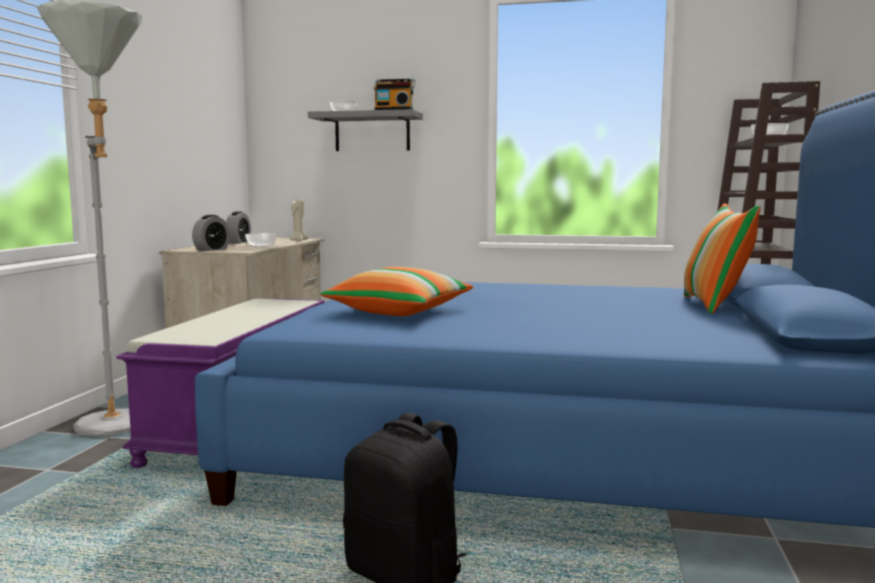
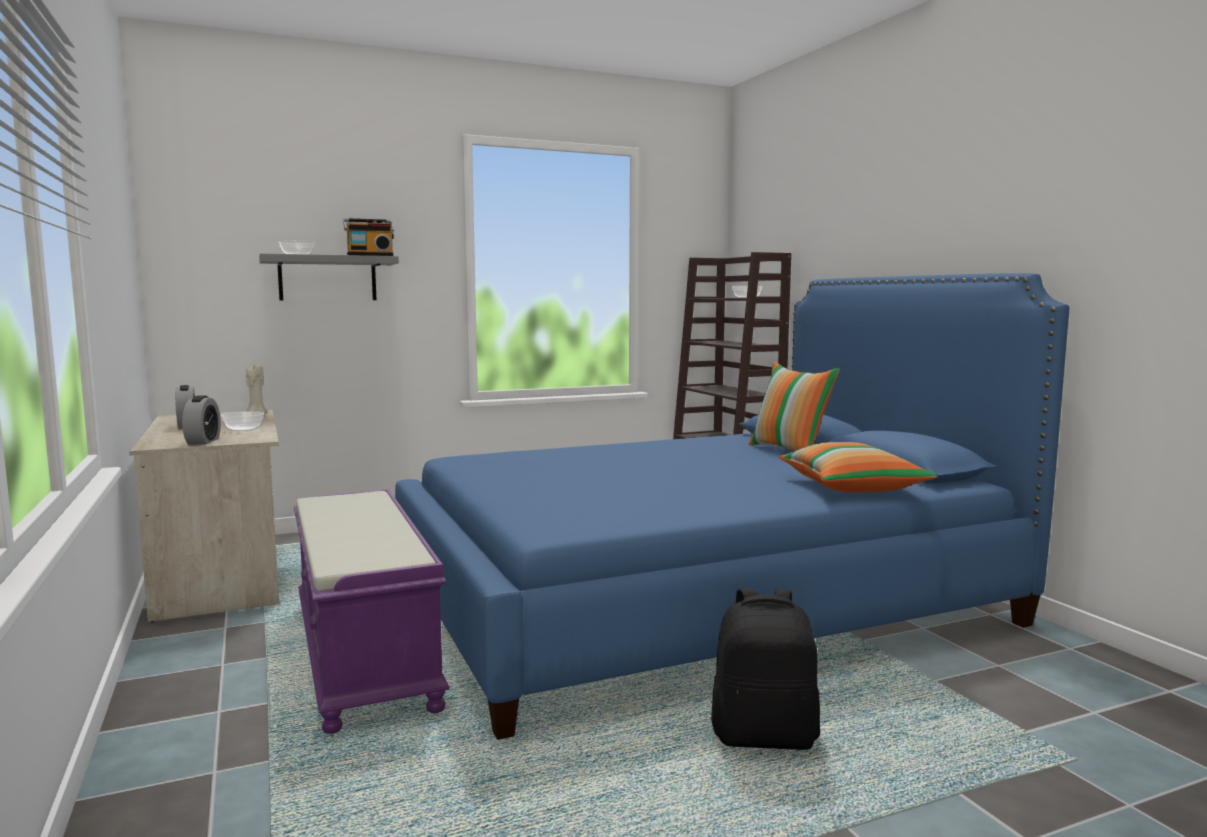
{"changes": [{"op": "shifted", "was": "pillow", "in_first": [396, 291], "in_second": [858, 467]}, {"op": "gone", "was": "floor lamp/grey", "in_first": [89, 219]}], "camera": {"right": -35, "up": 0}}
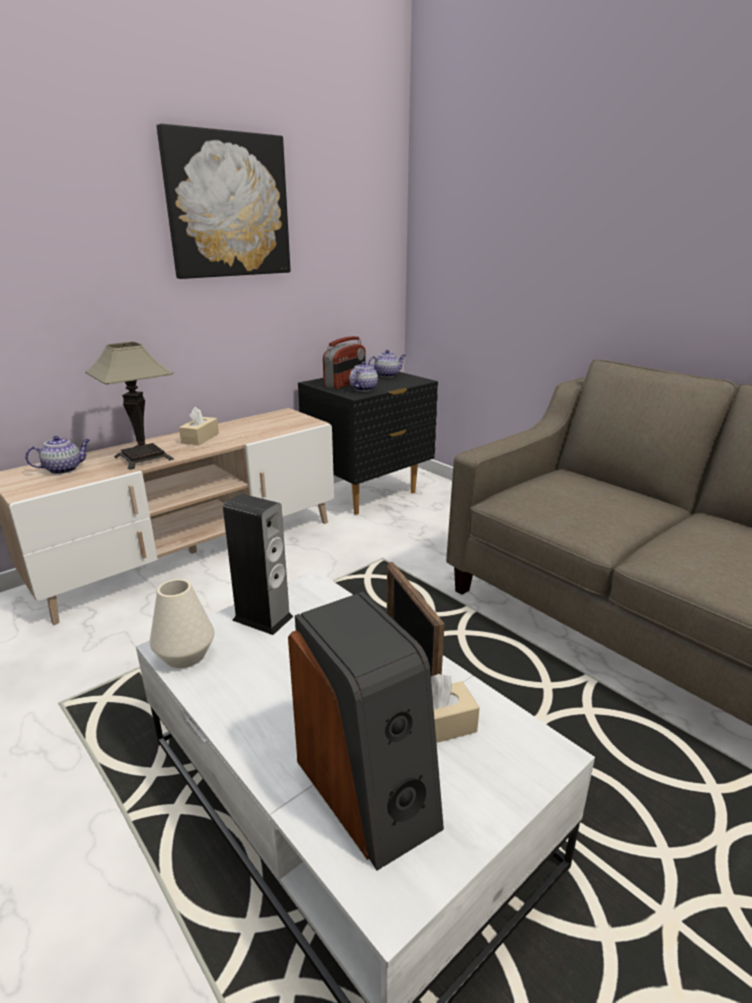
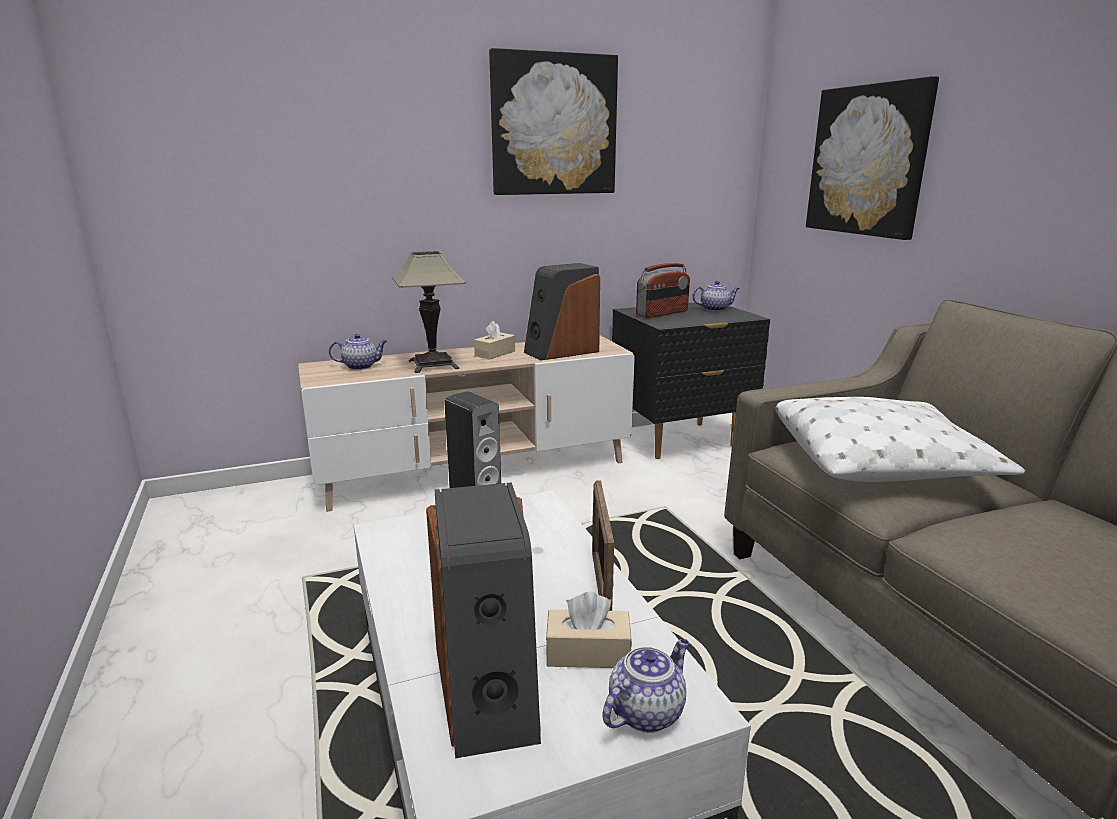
{"changes": [{"op": "new", "now": "speaker", "in_second": [562, 312]}, {"op": "shifted", "was": "teapot", "in_first": [363, 376], "in_second": [645, 686]}, {"op": "new", "now": "pillow/white", "in_second": [900, 439]}, {"op": "new", "now": "picture", "in_second": [872, 158]}, {"op": "gone", "was": "vase/white", "in_first": [182, 623]}], "camera": {"right": 20, "up": -5}}
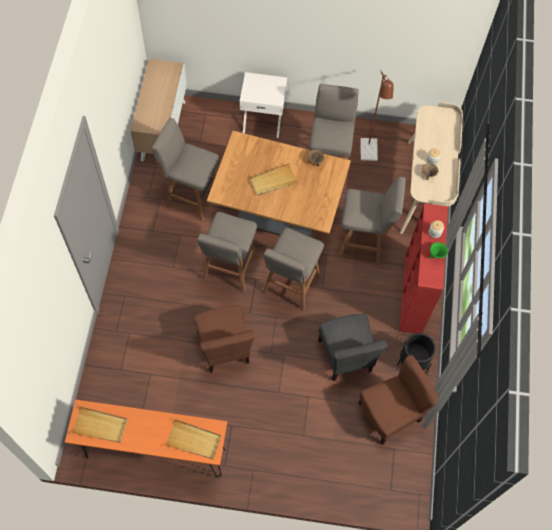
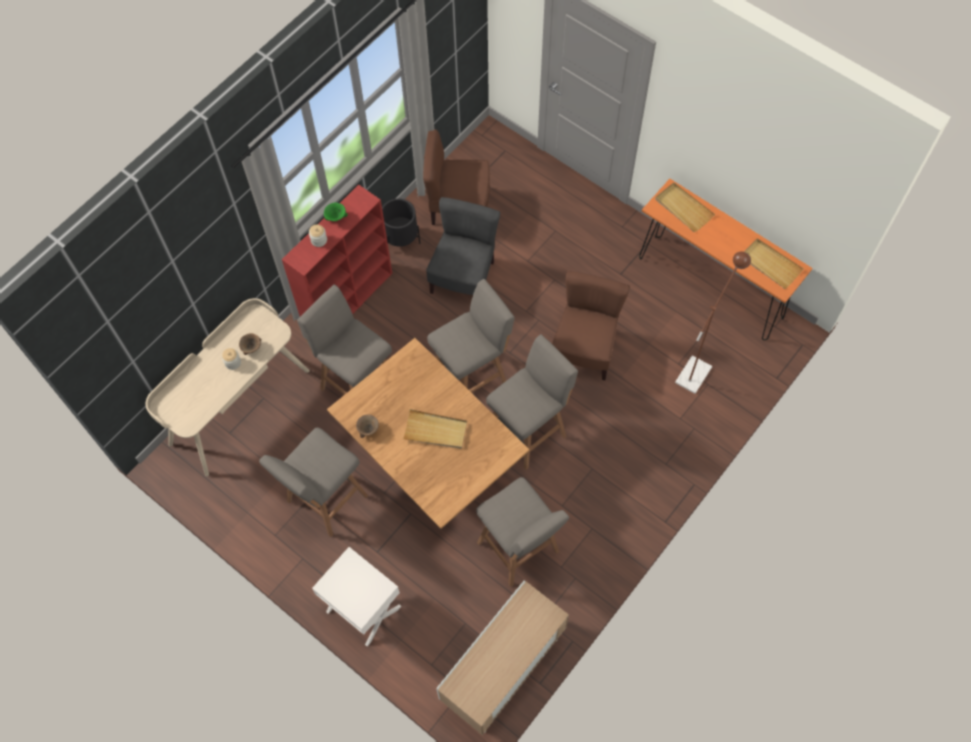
{"changes": [{"op": "shifted", "was": "floor lamp/brown", "in_first": [377, 115], "in_second": [713, 323]}], "camera": {"right": -145, "up": 0}}
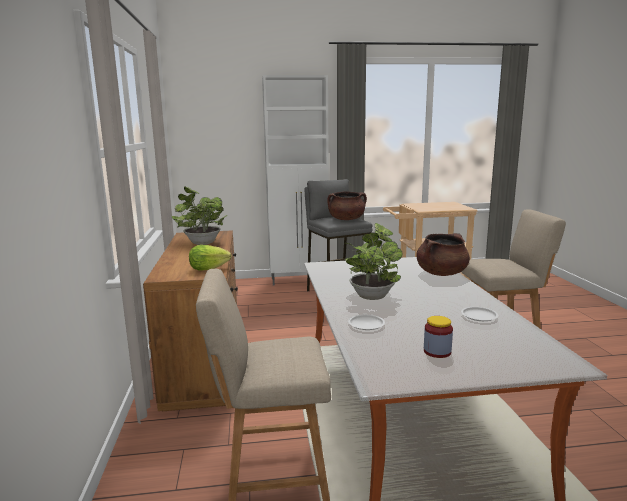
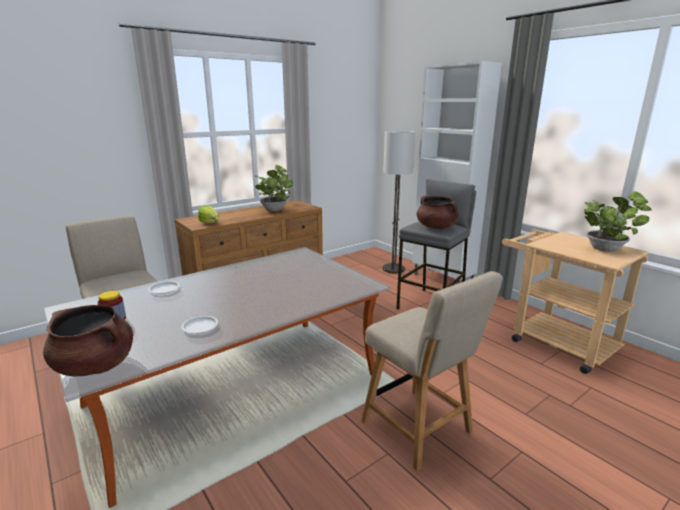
{"changes": [{"op": "shifted", "was": "cooking pot/brown", "in_first": [443, 254], "in_second": [88, 340]}, {"op": "new", "now": "floor lamp", "in_second": [398, 202]}, {"op": "shifted", "was": "potted plant", "in_first": [374, 261], "in_second": [618, 221]}], "camera": {"right": 60, "up": 5}}
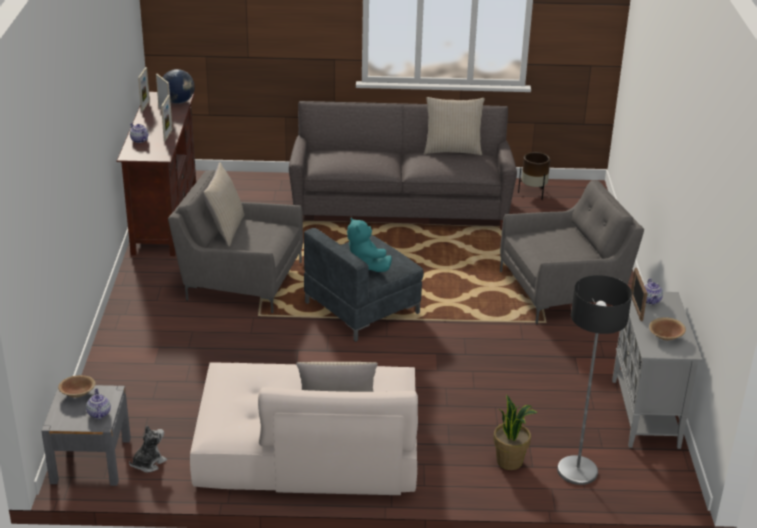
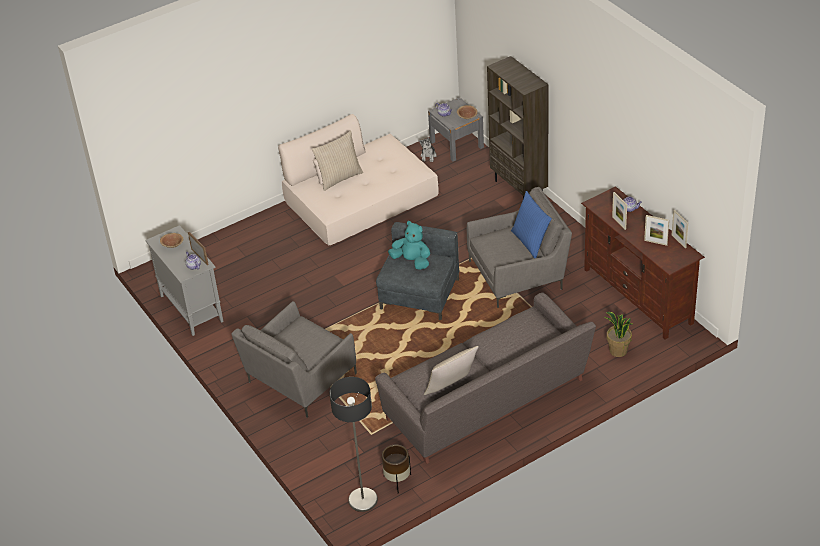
{"changes": [{"op": "shifted", "was": "floor lamp", "in_first": [594, 380], "in_second": [353, 444]}, {"op": "new", "now": "bookcase/brown", "in_second": [518, 127]}, {"op": "repainted", "was": "pillow/beige", "now": "pillow/blue", "in_first": [224, 204], "in_second": [531, 224]}, {"op": "shifted", "was": "potted plant", "in_first": [515, 432], "in_second": [618, 334]}, {"op": "gone", "was": "globe", "in_first": [179, 86]}], "camera": {"right": 150, "up": 10}}
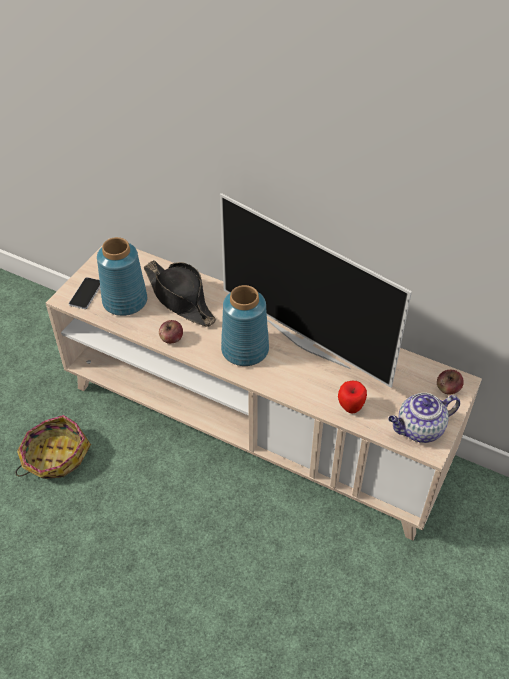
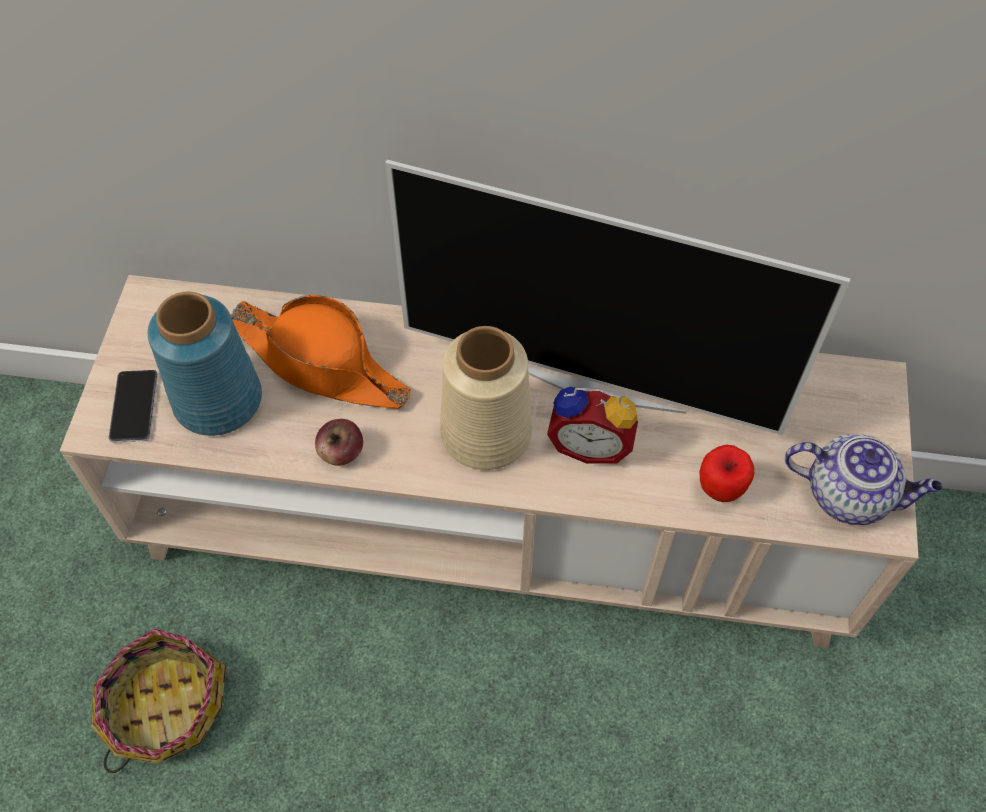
{"changes": [{"op": "repainted", "was": "hat/black", "now": "hat/orange", "in_first": [180, 293], "in_second": [321, 352]}, {"op": "repainted", "was": "vase/blue", "now": "vase/beige", "in_first": [245, 325], "in_second": [486, 398]}, {"op": "new", "now": "alarm clock", "in_second": [592, 425]}, {"op": "rotated", "was": "teapot", "in_first": [424, 418], "in_second": [864, 479], "clockwise": -120}, {"op": "gone", "was": "apple", "in_first": [450, 382]}], "camera": {"right": -20, "up": 10}}
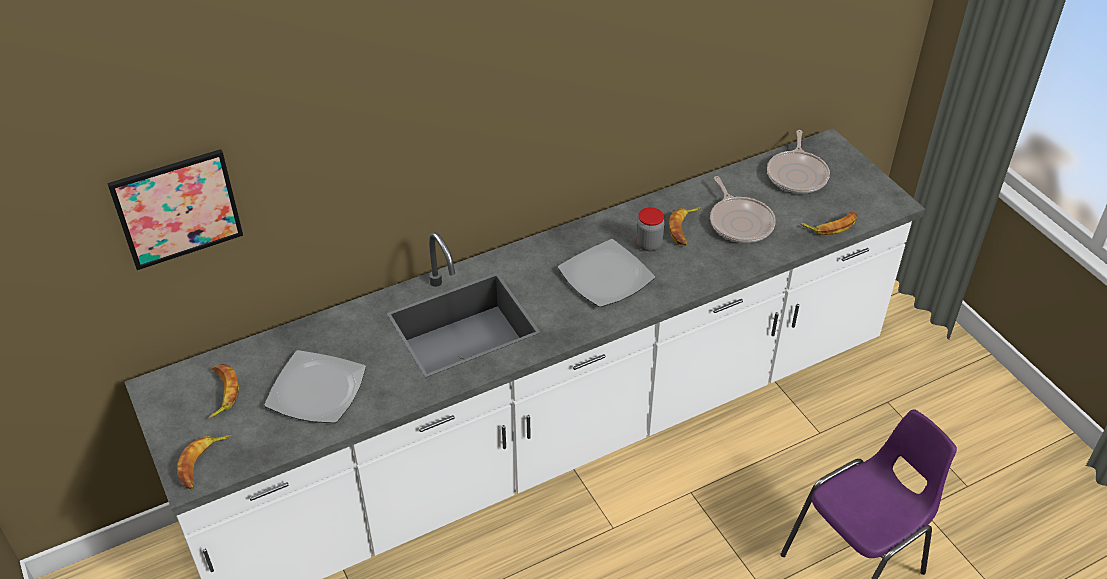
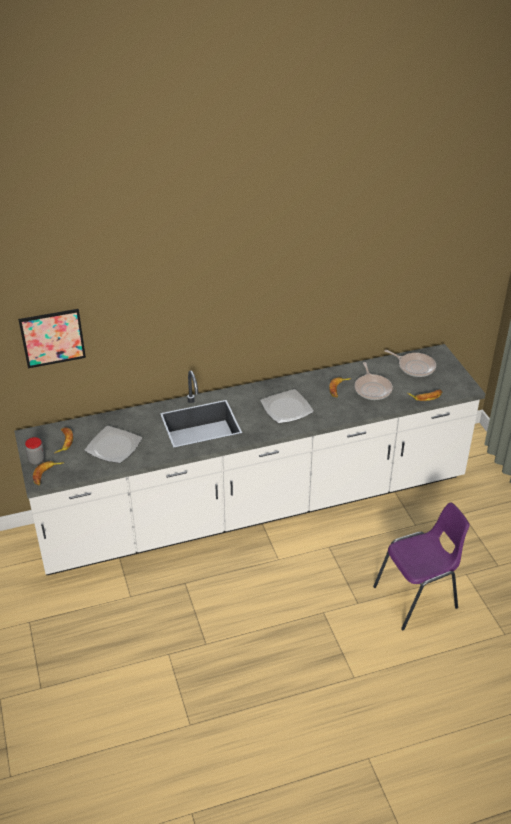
{"changes": [{"op": "shifted", "was": "jar", "in_first": [650, 229], "in_second": [35, 451]}, {"op": "rotated", "was": "frying pan", "in_first": [798, 162], "in_second": [410, 363], "clockwise": -75}], "camera": {"right": 10, "up": -5}}
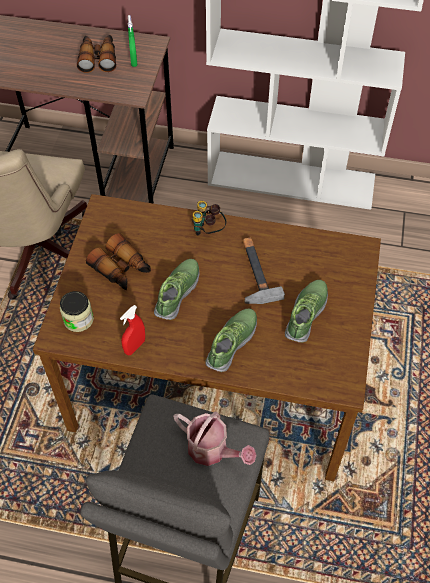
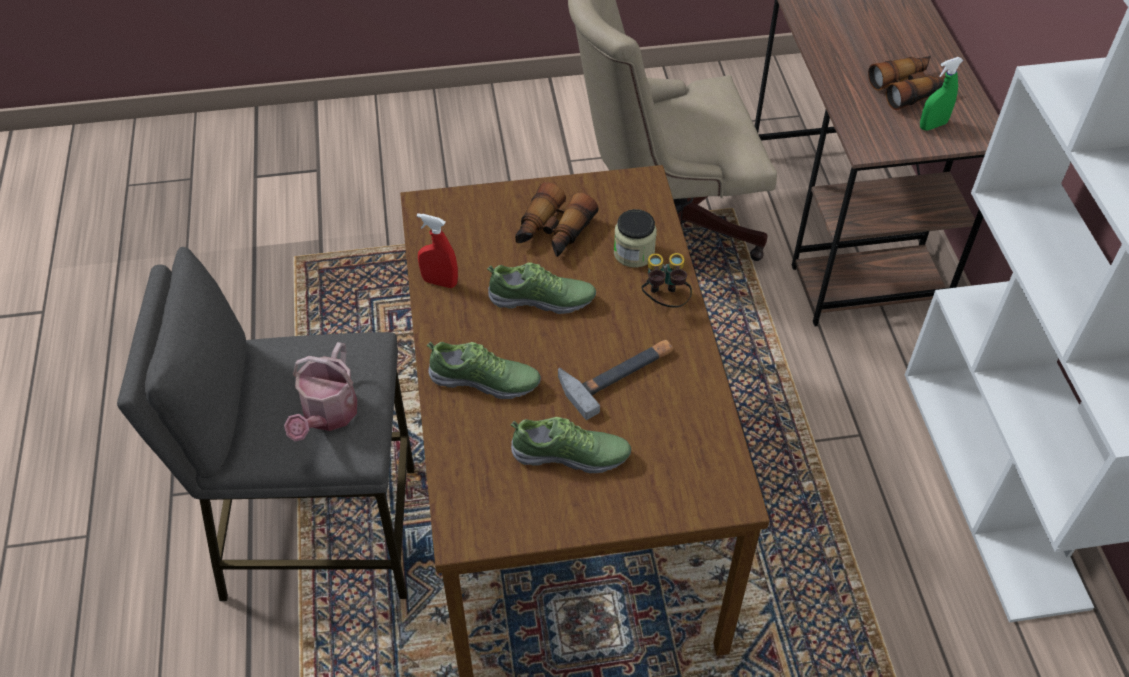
{"changes": [{"op": "shifted", "was": "jar", "in_first": [77, 311], "in_second": [635, 238]}], "camera": {"right": 70, "up": -5}}
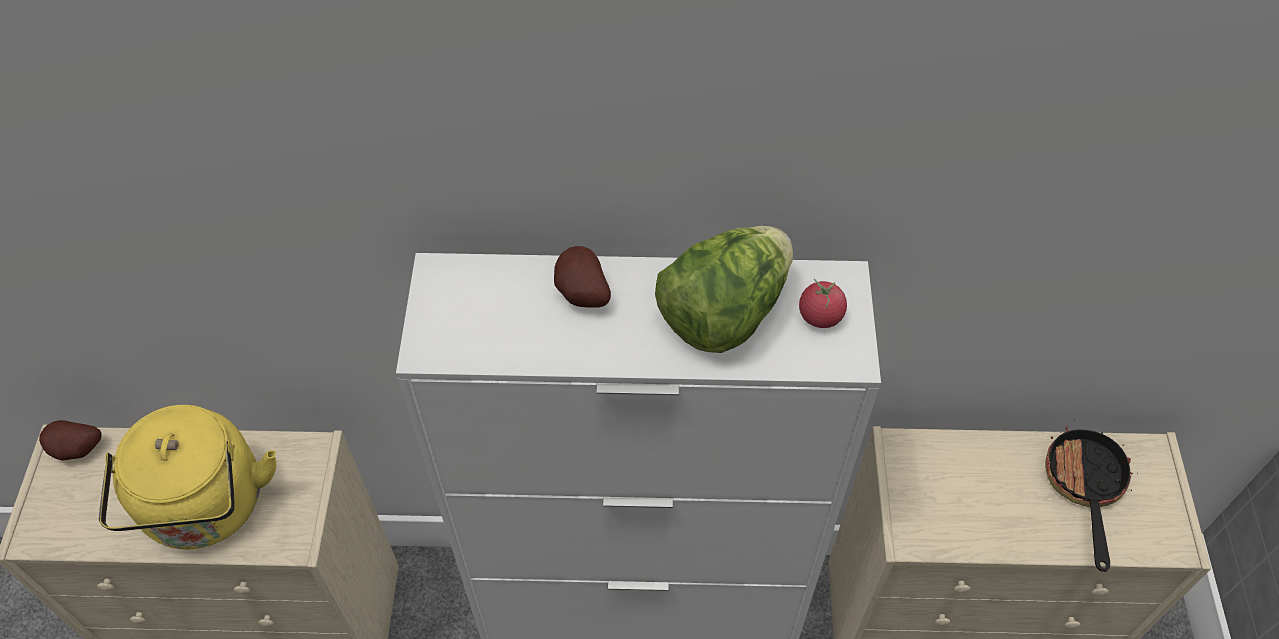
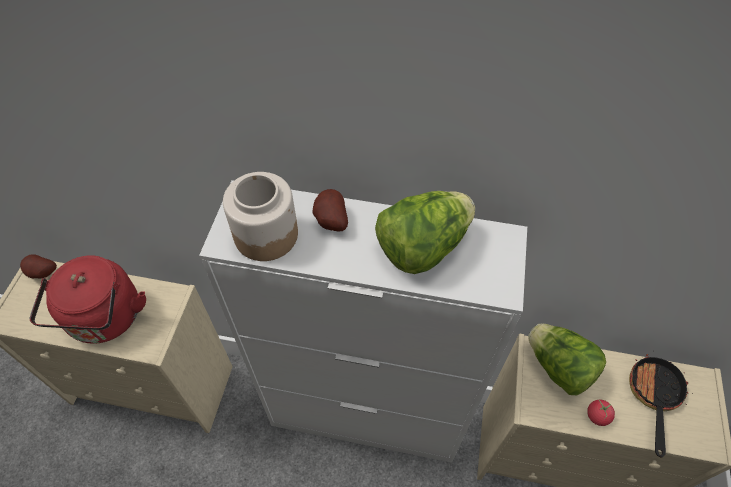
{"changes": [{"op": "repainted", "was": "kettle/yellow", "now": "kettle/red", "in_first": [187, 477], "in_second": [87, 299]}, {"op": "new", "now": "jar", "in_second": [260, 216]}, {"op": "new", "now": "lettuce", "in_second": [567, 359]}, {"op": "shifted", "was": "tomato", "in_first": [823, 303], "in_second": [601, 413]}], "camera": {"right": 10, "up": 0}}
